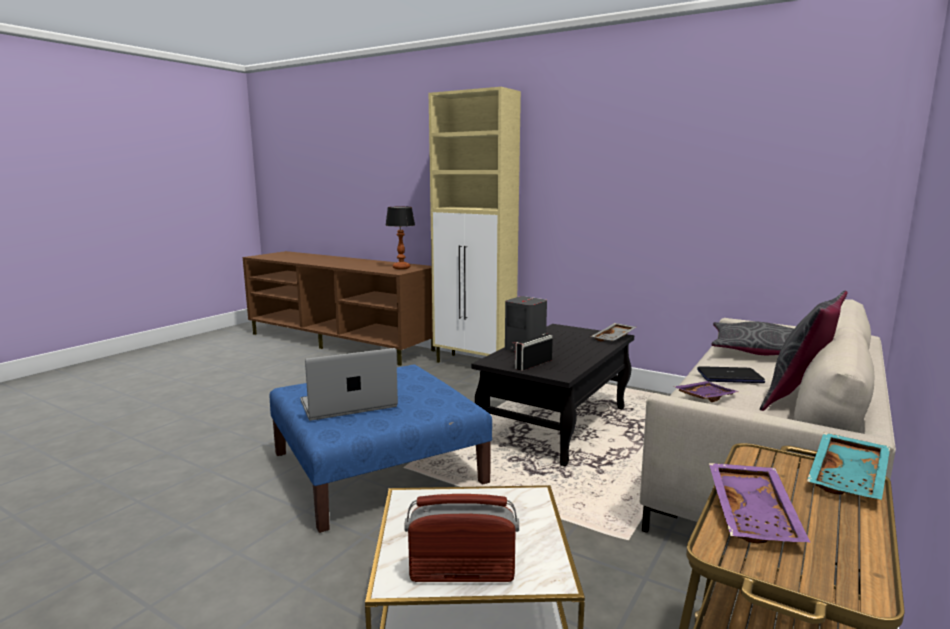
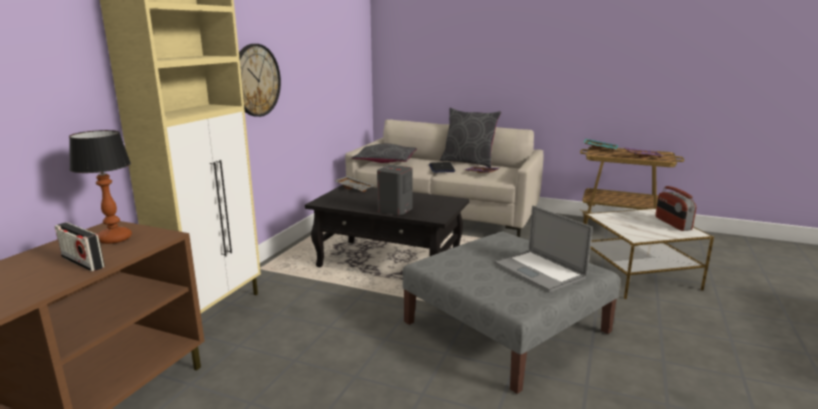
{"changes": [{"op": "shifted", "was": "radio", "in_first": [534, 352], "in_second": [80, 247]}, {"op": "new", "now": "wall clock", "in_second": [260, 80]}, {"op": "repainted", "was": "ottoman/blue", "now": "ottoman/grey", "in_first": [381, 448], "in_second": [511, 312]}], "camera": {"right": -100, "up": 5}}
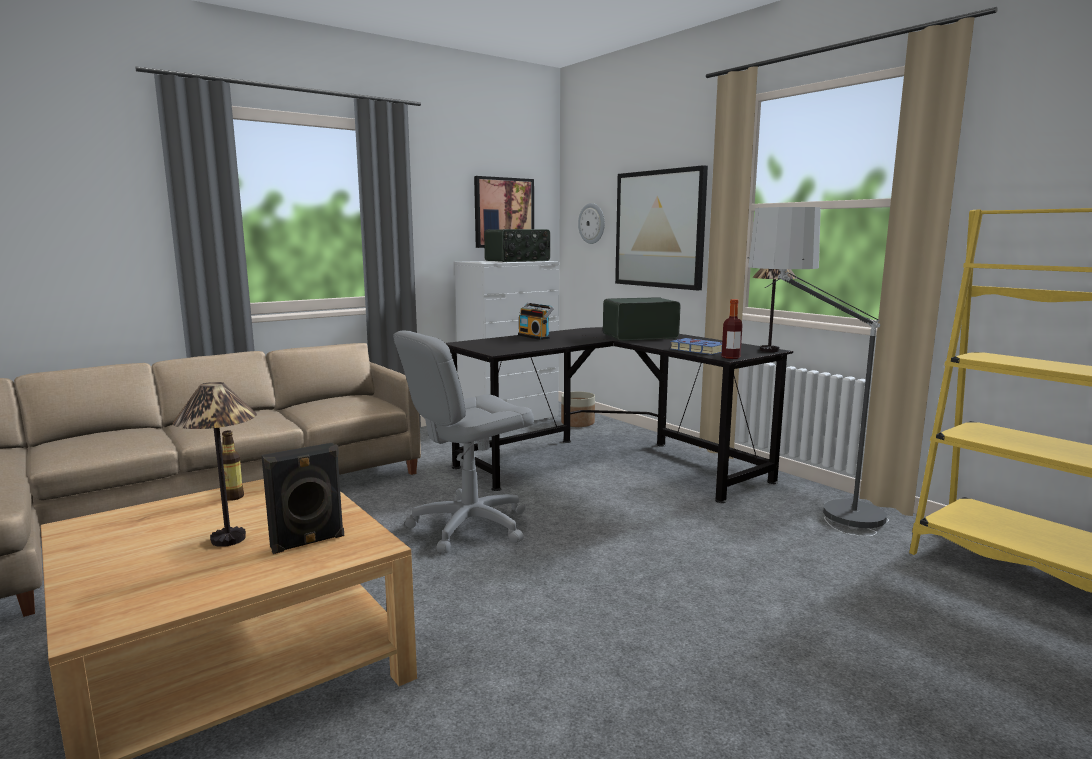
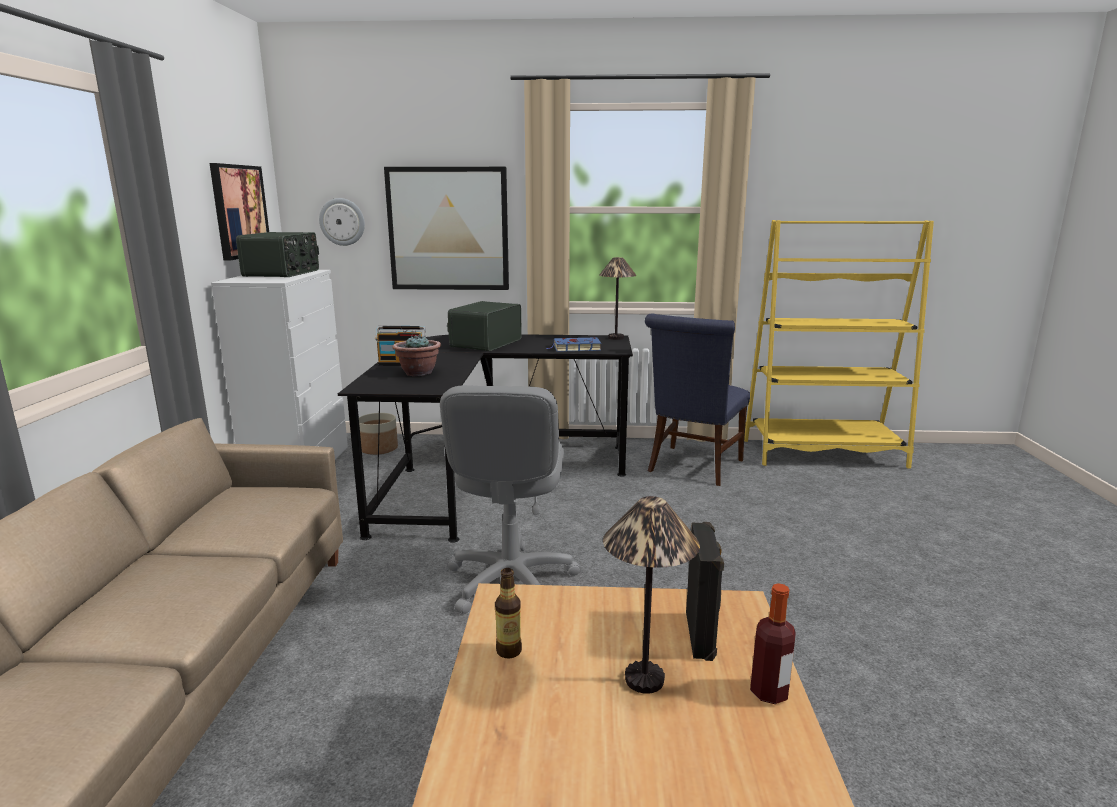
{"changes": [{"op": "new", "now": "potted plant", "in_second": [416, 355]}, {"op": "swapped", "was": "floor lamp", "now": "chair/blue", "in_first": [818, 371], "in_second": [697, 400]}, {"op": "shifted", "was": "bottle", "in_first": [732, 329], "in_second": [773, 643]}], "camera": {"right": -50, "up": 5}}
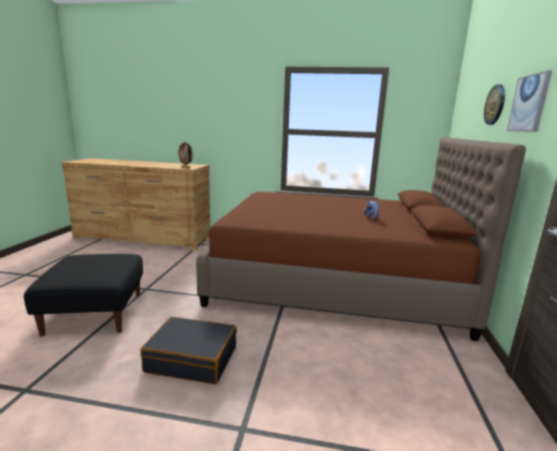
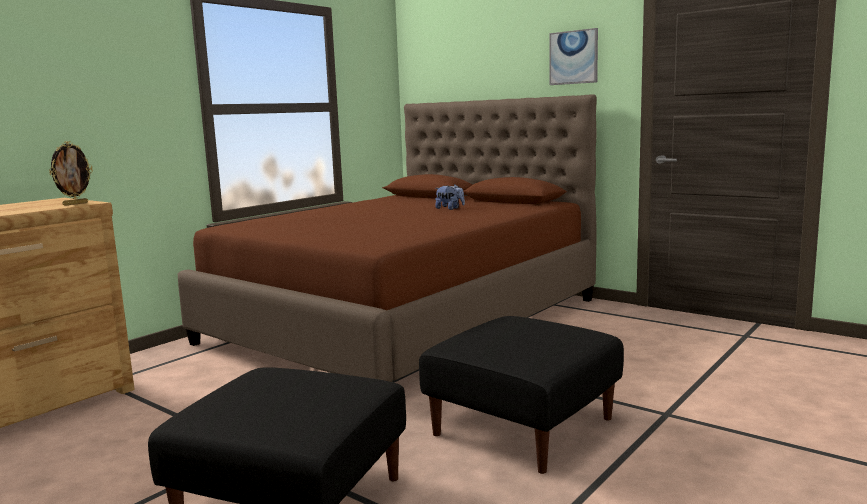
{"changes": [{"op": "swapped", "was": "suitcase/black", "now": "ottoman/black", "in_first": [188, 350], "in_second": [521, 395]}, {"op": "gone", "was": "wall clock", "in_first": [494, 104]}], "camera": {"right": -60, "up": -5}}
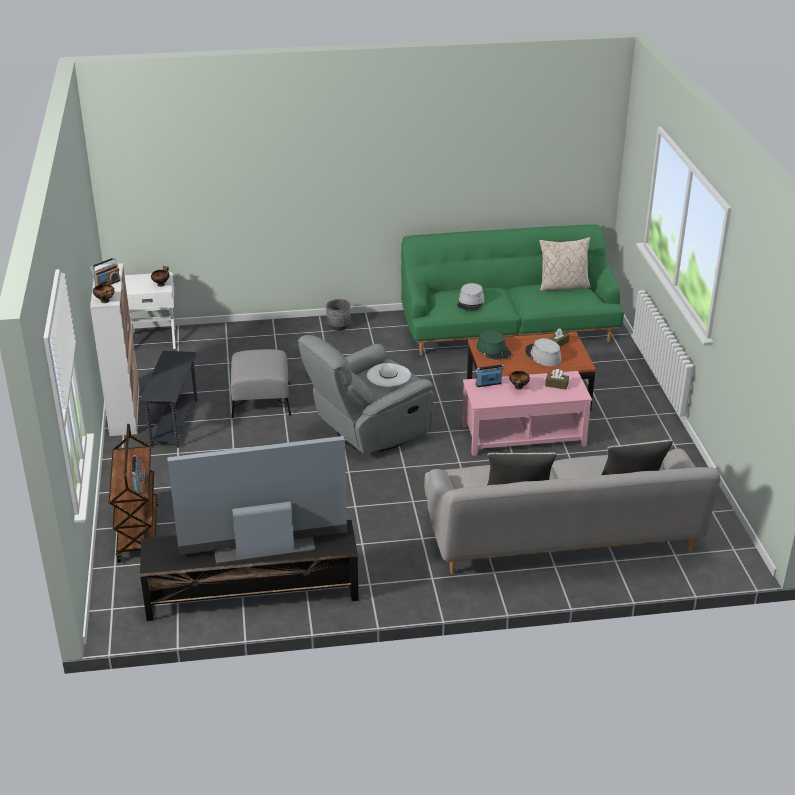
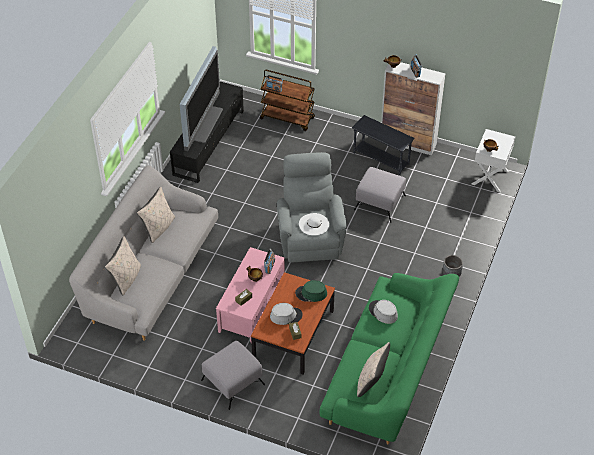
{"changes": [{"op": "new", "now": "ottoman/grey", "in_second": [233, 375]}], "camera": {"right": 120, "up": 15}}
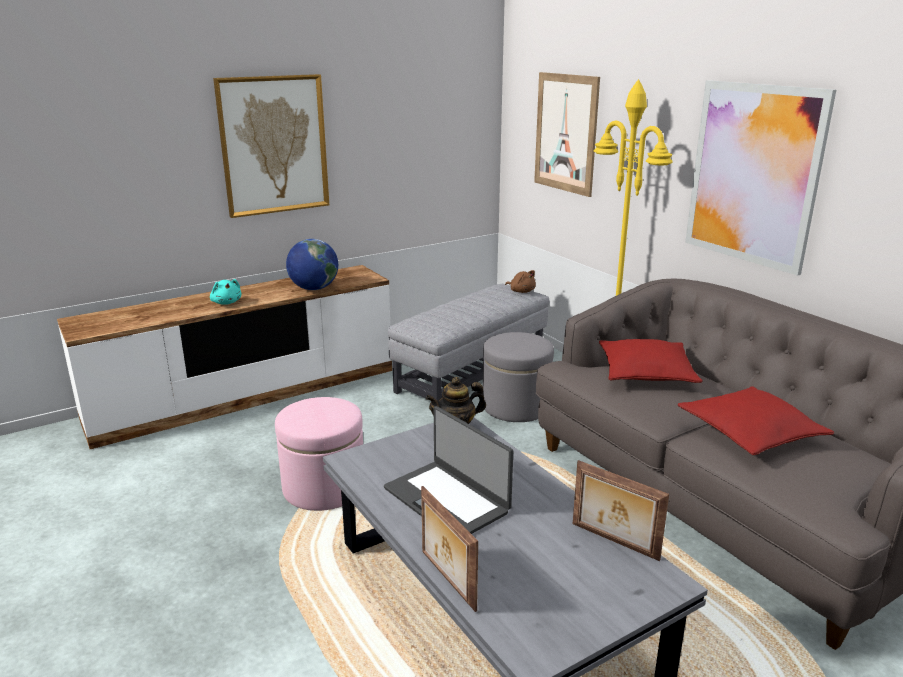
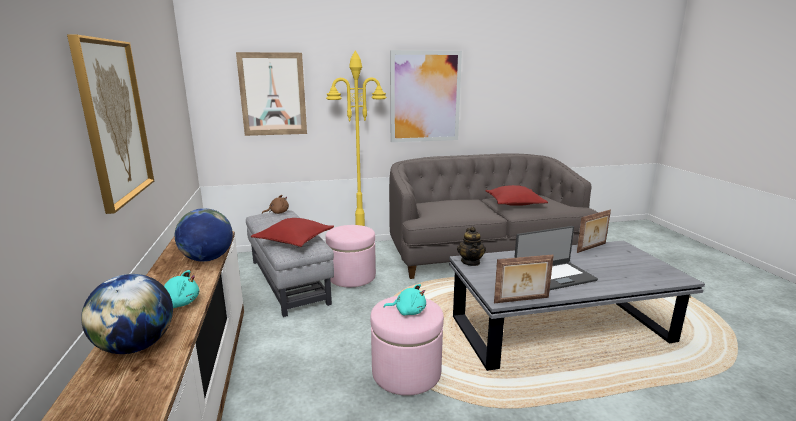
{"changes": [{"op": "new", "now": "globe", "in_second": [127, 314]}, {"op": "shifted", "was": "pillow/red", "in_first": [651, 361], "in_second": [292, 232]}, {"op": "repainted", "was": "ottoman/grey", "now": "ottoman/pink", "in_first": [518, 377], "in_second": [351, 256]}, {"op": "new", "now": "plush toy/turquoise", "in_second": [405, 299]}, {"op": "shifted", "was": "picture frame", "in_first": [449, 549], "in_second": [524, 279]}], "camera": {"right": -70, "up": -5}}
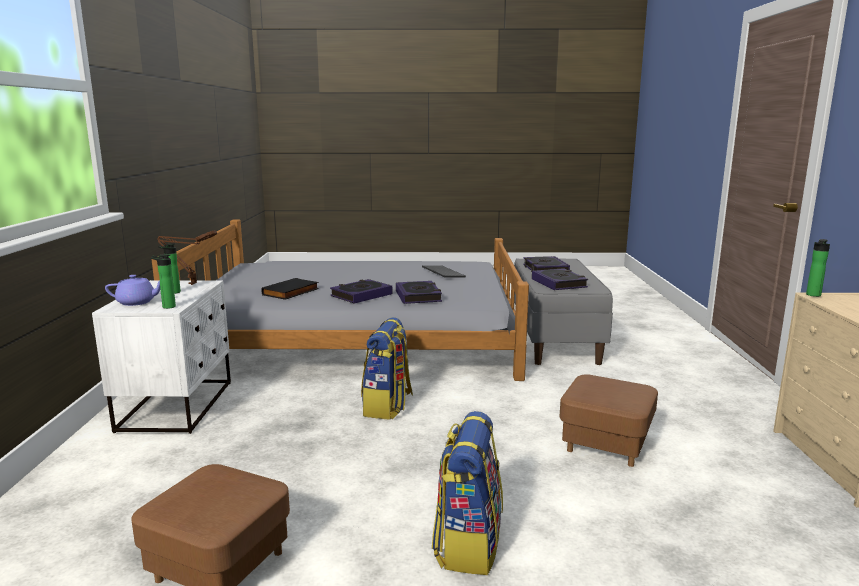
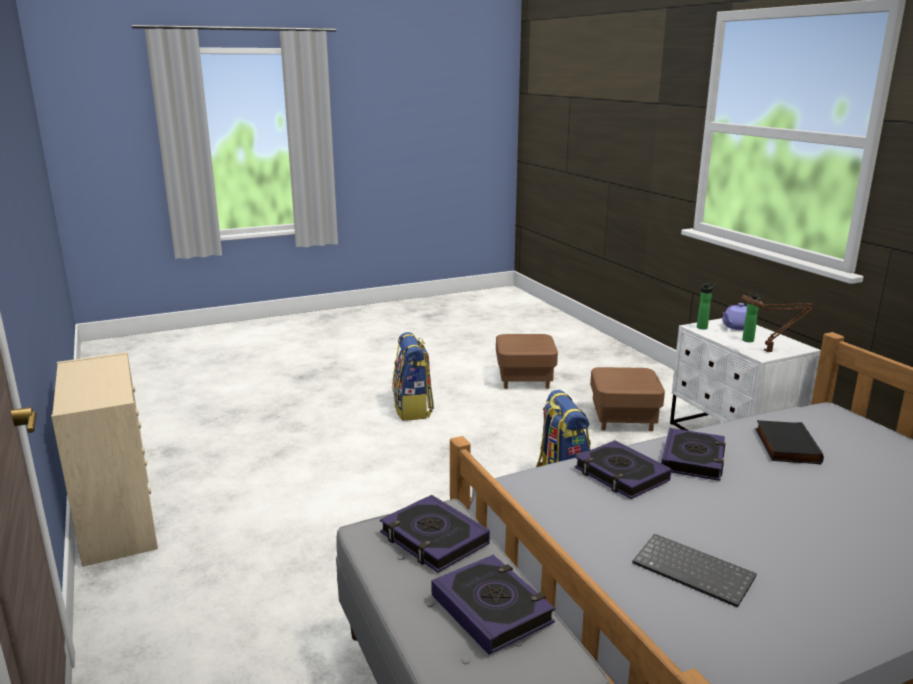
{"changes": [{"op": "shifted", "was": "ottoman/brown", "in_first": [609, 420], "in_second": [627, 399]}, {"op": "gone", "was": "bottle", "in_first": [818, 268]}], "camera": {"right": 155, "up": 5}}
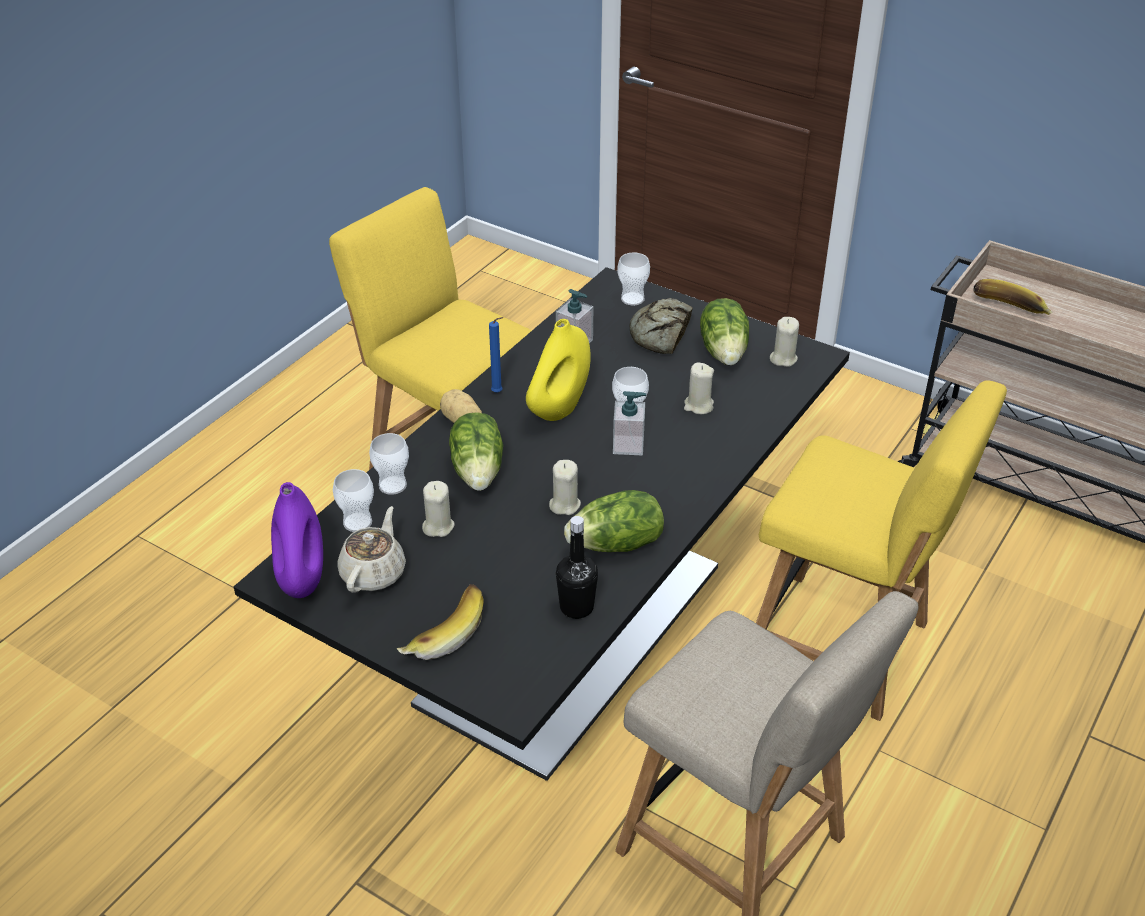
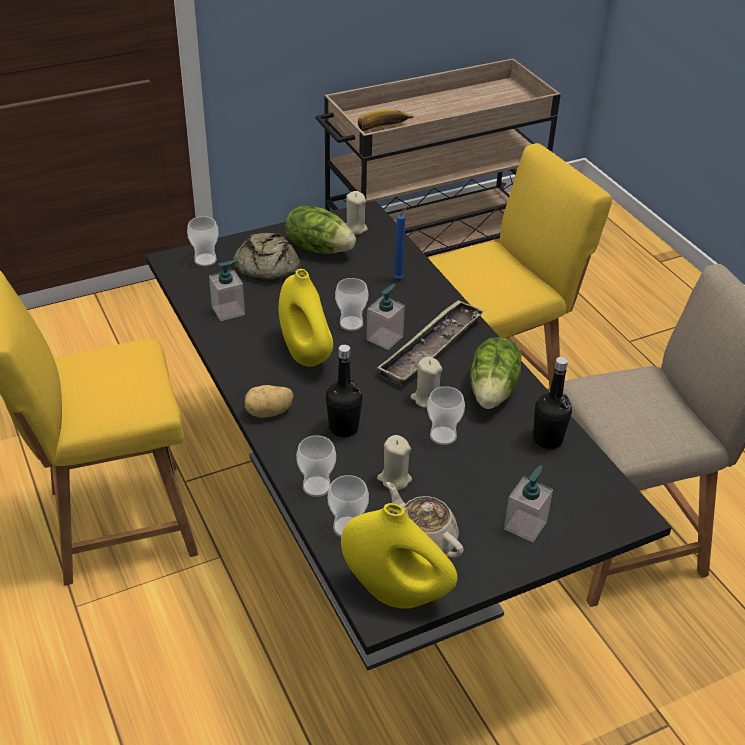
{"changes": [{"op": "swapped", "was": "lettuce", "now": "bottle/black", "in_first": [476, 451], "in_second": [344, 391]}, {"op": "repainted", "was": "vase/purple", "now": "vase/yellow", "in_first": [297, 540], "in_second": [399, 556]}, {"op": "new", "now": "tray", "in_second": [431, 342]}, {"op": "shifted", "was": "candle/blue", "in_first": [496, 355], "in_second": [400, 242]}, {"op": "new", "now": "cup", "in_second": [446, 415]}, {"op": "swapped", "was": "banana", "now": "soap dispenser", "in_first": [439, 622], "in_second": [528, 504]}, {"op": "gone", "was": "candle/beige", "in_first": [699, 388]}], "camera": {"right": -60, "up": 0}}
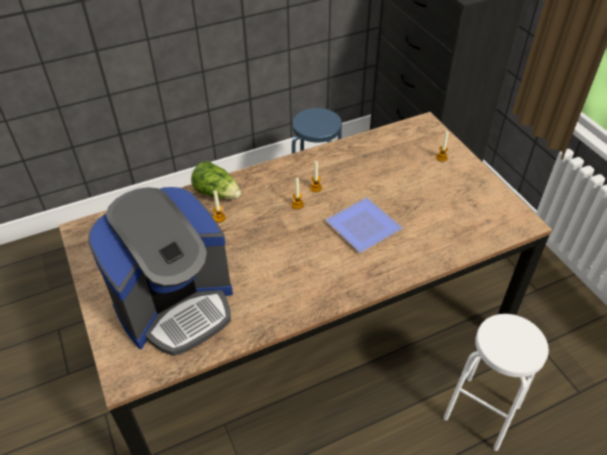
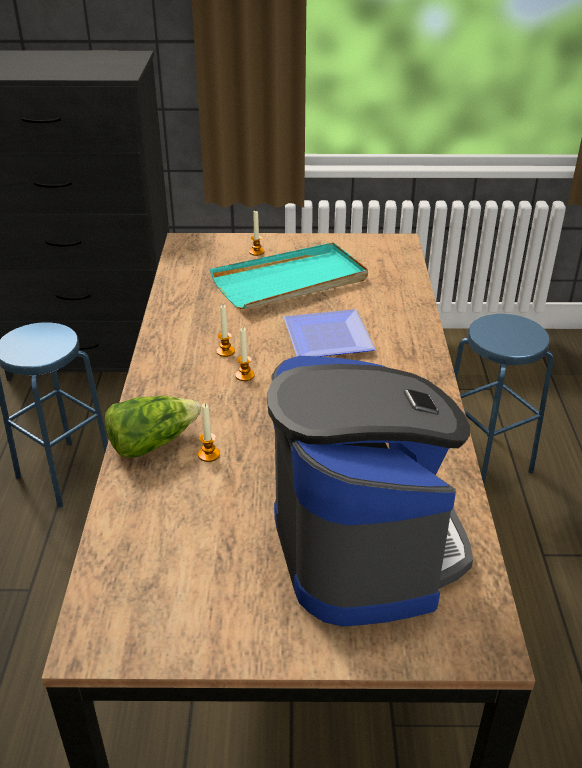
{"changes": [{"op": "new", "now": "tray/turquoise", "in_second": [289, 275]}, {"op": "repainted", "was": "stool/white", "now": "stool/blue", "in_first": [496, 382], "in_second": [504, 399]}], "camera": {"right": -65, "up": -10}}
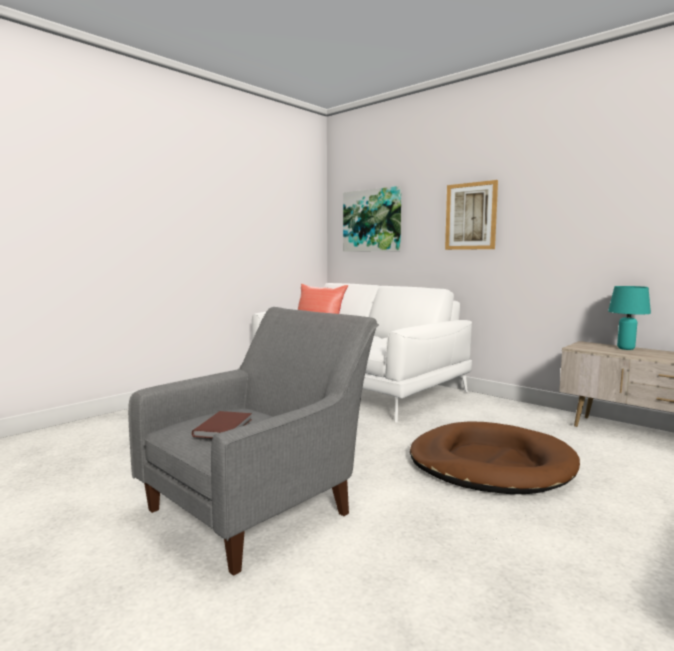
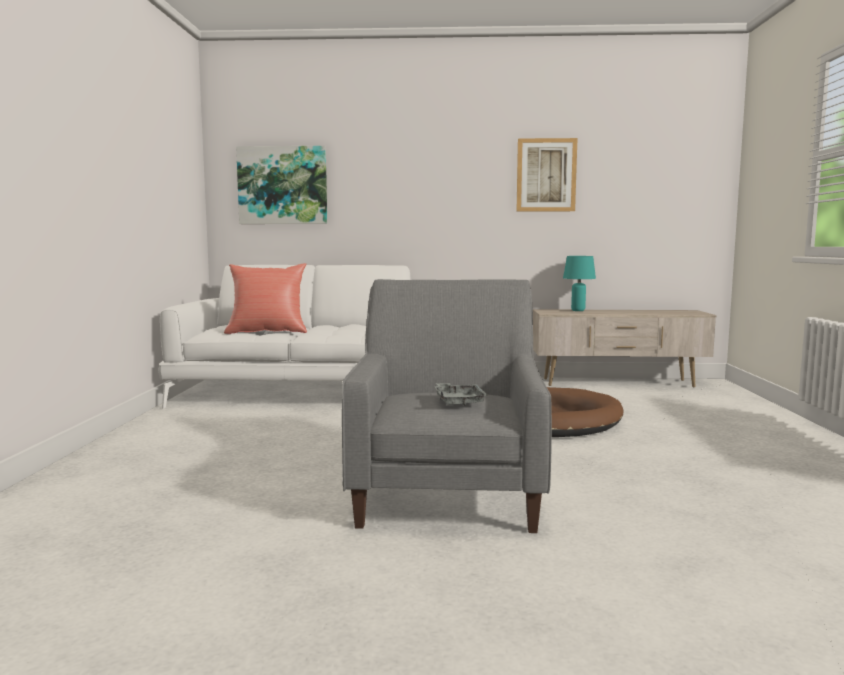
{"changes": [{"op": "swapped", "was": "book/brown", "now": "tray/grey", "in_first": [222, 424], "in_second": [460, 394]}, {"op": "shifted", "was": "picture", "in_first": [471, 215], "in_second": [546, 174]}], "camera": {"right": -40, "up": 0}}
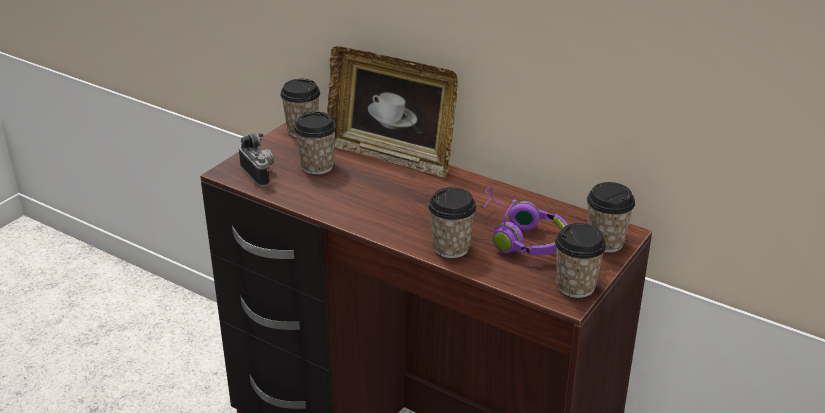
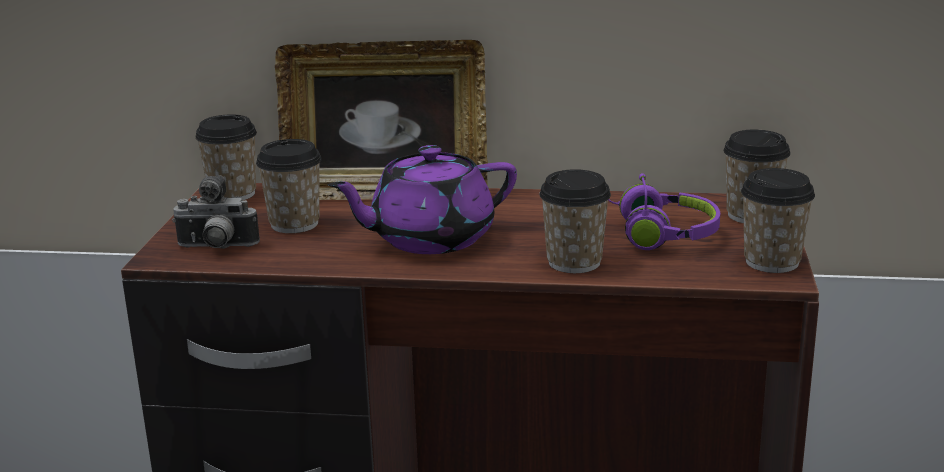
{"changes": [{"op": "rotated", "was": "photo camera", "in_first": [256, 160], "in_second": [216, 212], "clockwise": 150}, {"op": "new", "now": "teapot/purple", "in_second": [422, 199]}], "camera": {"right": -25, "up": -10}}
